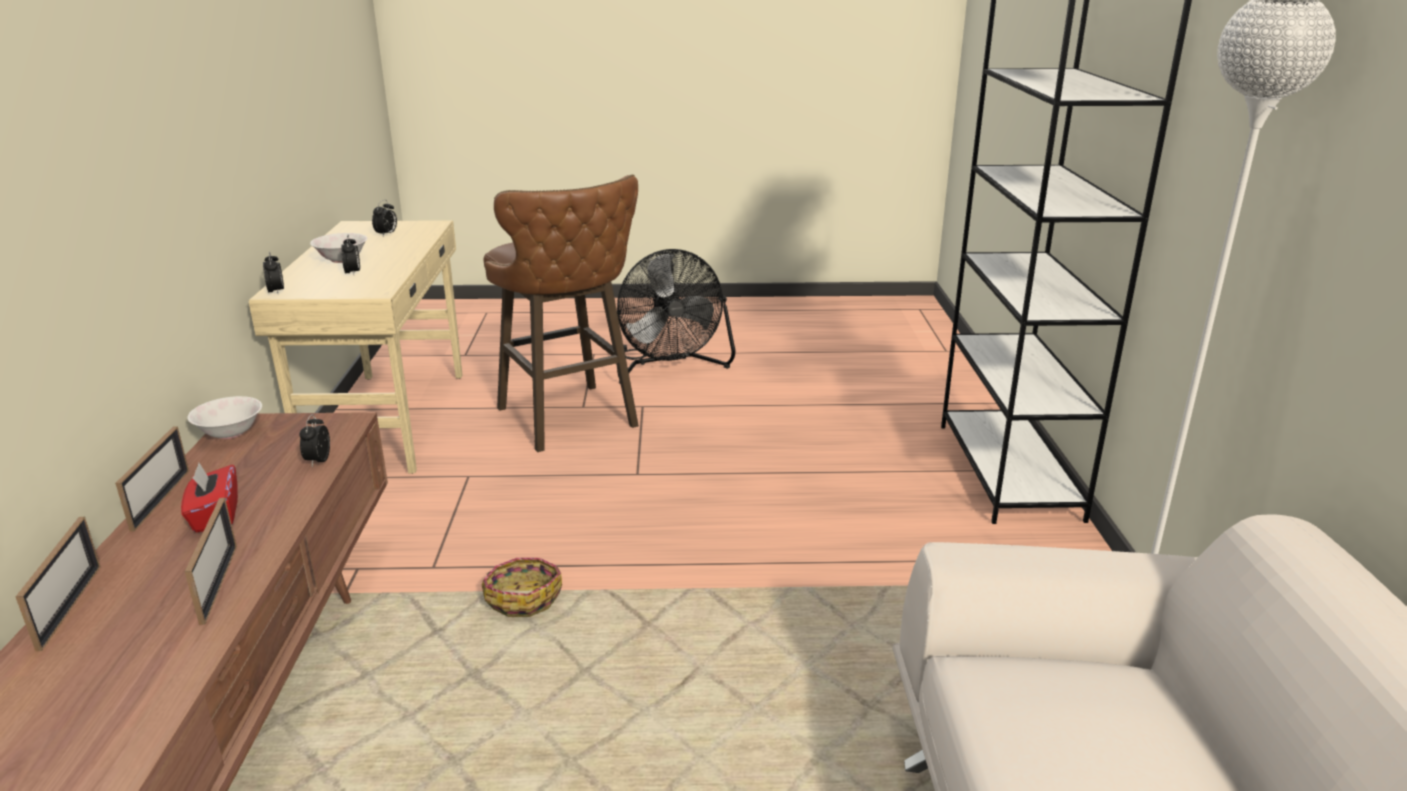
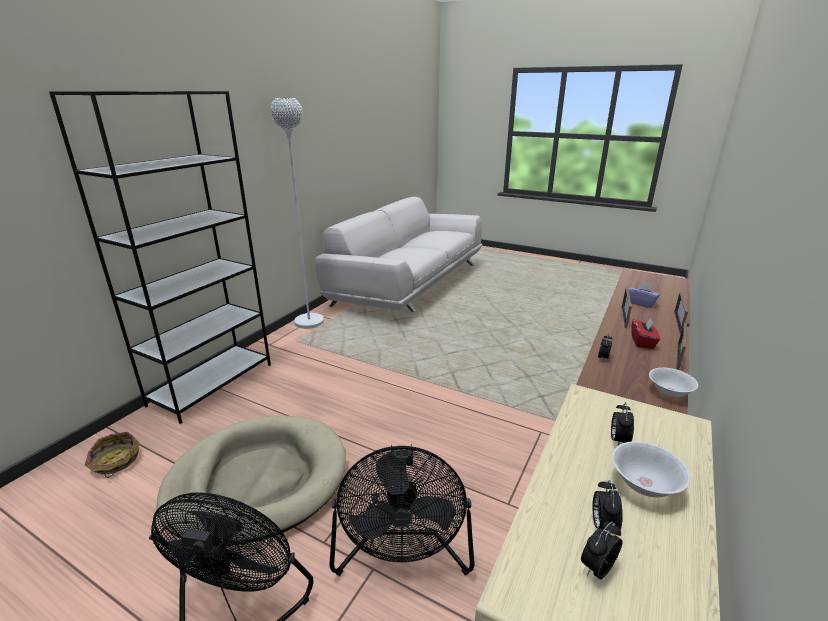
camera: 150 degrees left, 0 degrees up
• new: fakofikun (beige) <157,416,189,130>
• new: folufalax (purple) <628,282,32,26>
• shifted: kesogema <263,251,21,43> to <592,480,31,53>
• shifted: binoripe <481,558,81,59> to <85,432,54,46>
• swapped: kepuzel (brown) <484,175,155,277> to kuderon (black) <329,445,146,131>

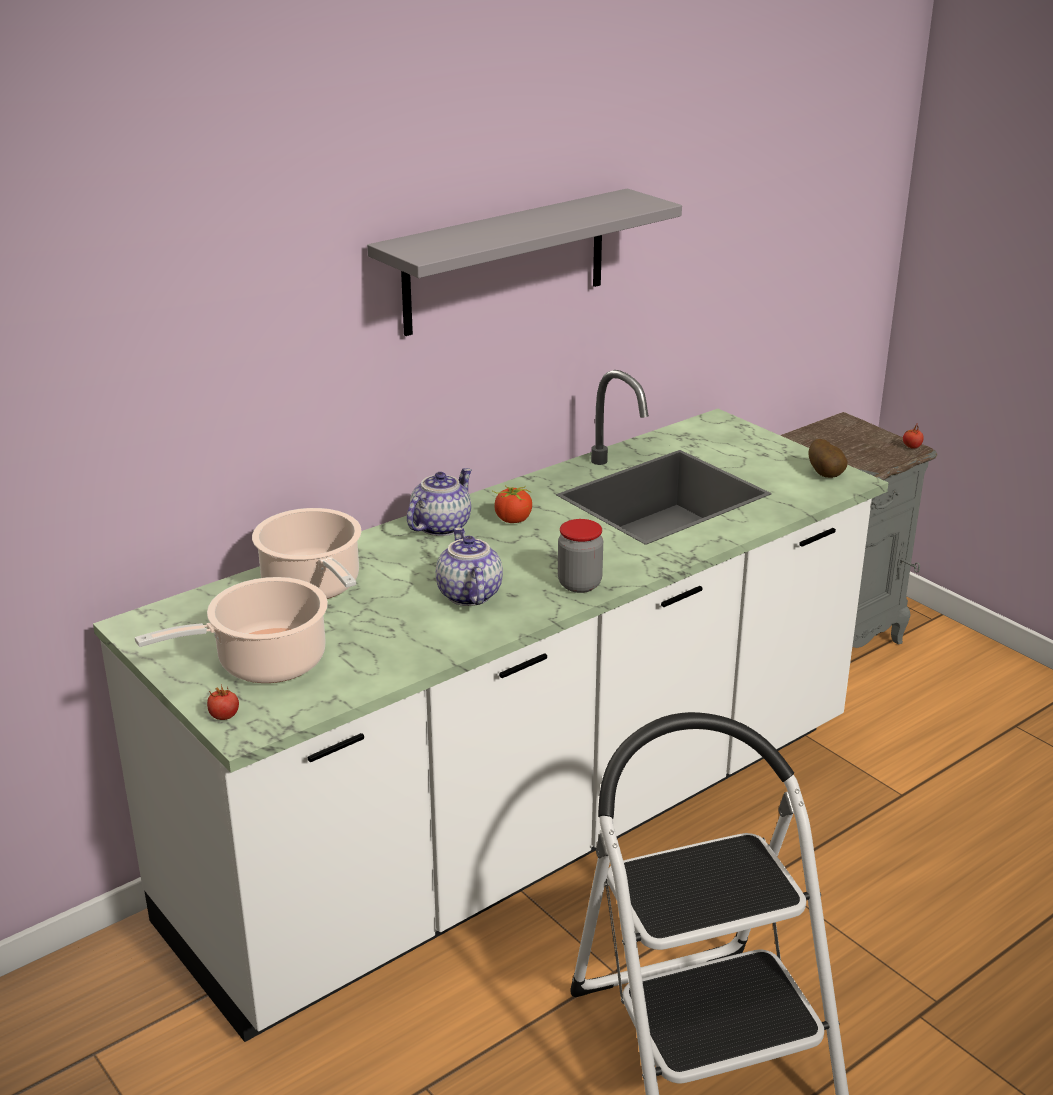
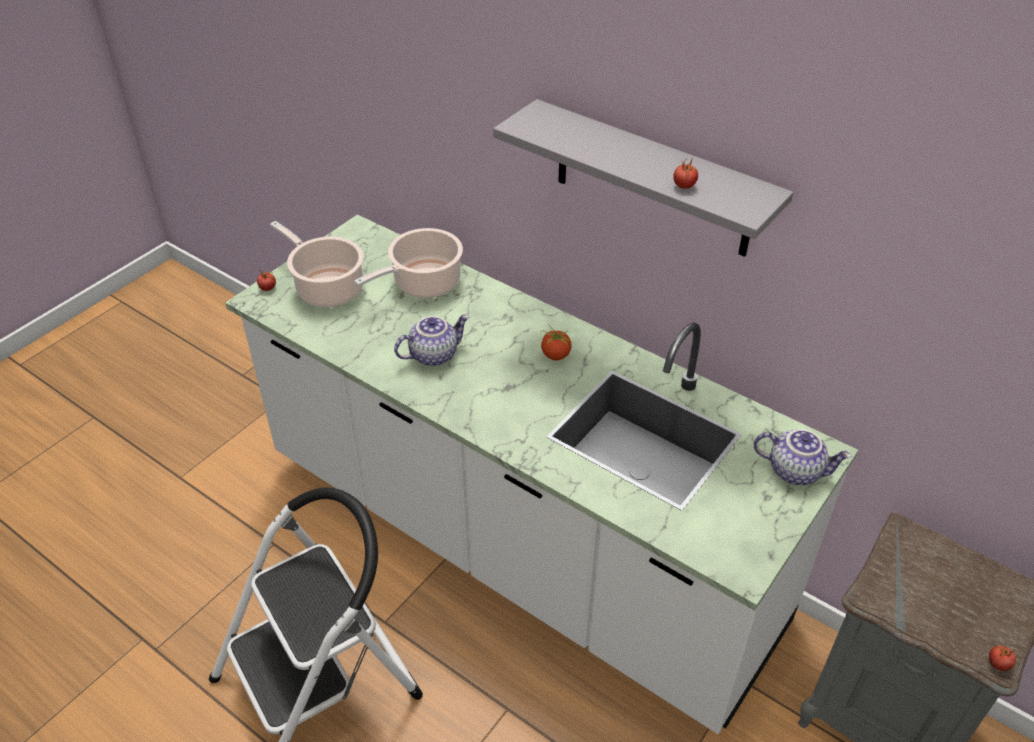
camera: 75 degrees right, 15 degrees up
• gone: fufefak <558,519,45,74>
• gone: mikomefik <809,439,39,39>
• new: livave <673,157,25,32>
• shifted: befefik <407,468,65,68> to <754,429,98,56>

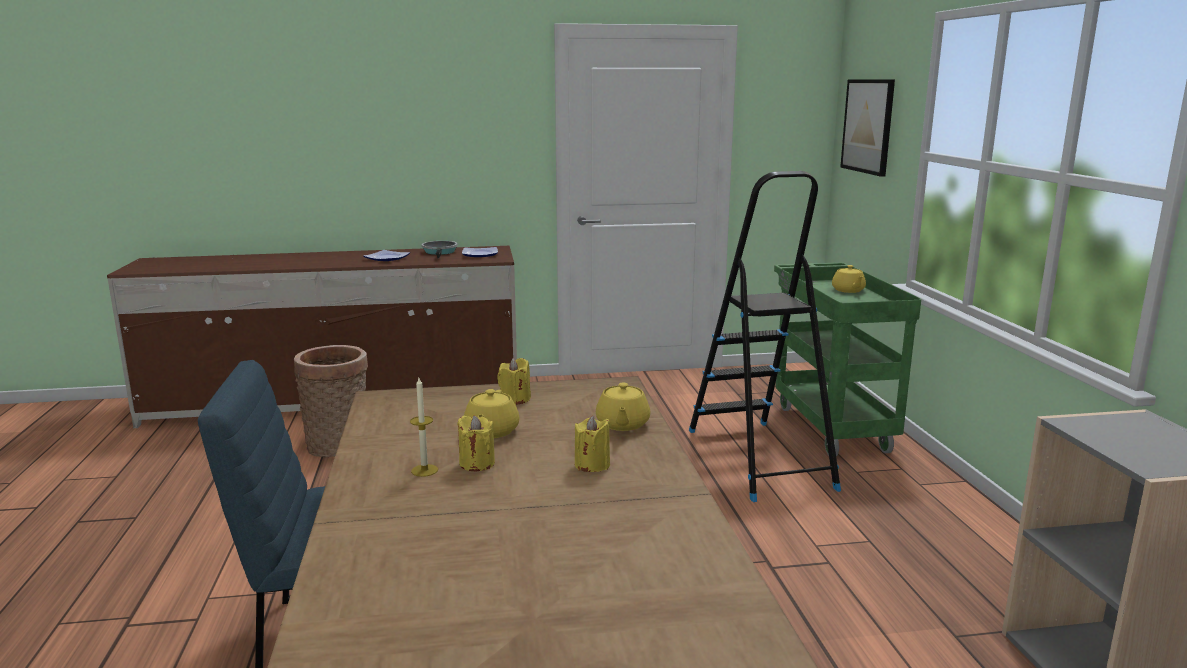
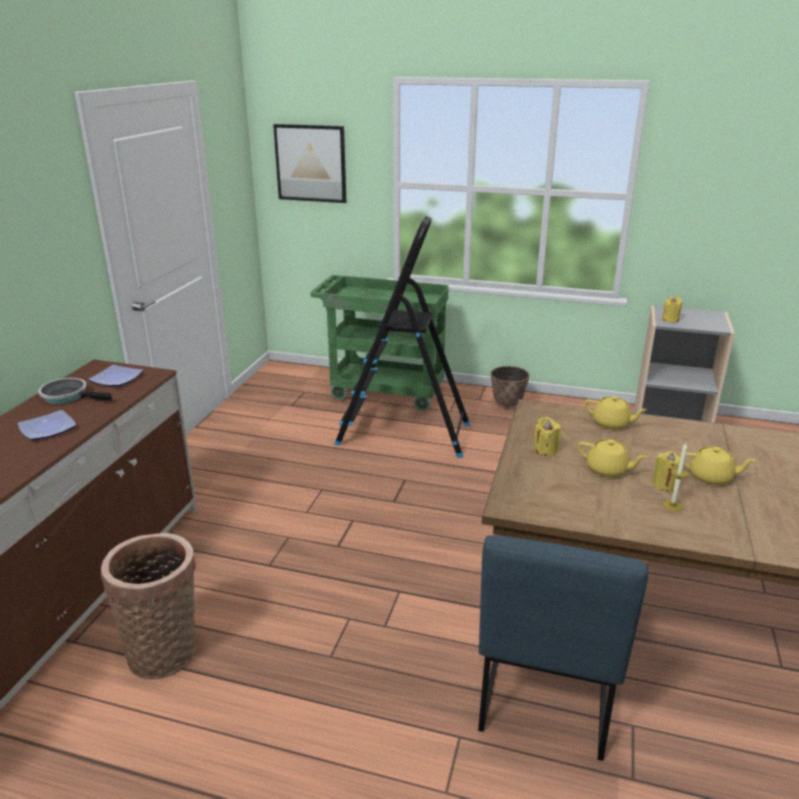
camera: 65 degrees left, 10 degrees up
• new: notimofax <491,366,39,44>
• shifted: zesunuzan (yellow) <575,415,35,57> to <662,296,20,26>
• shifted: befefik (yellow) <832,265,34,28> to <680,446,76,39>

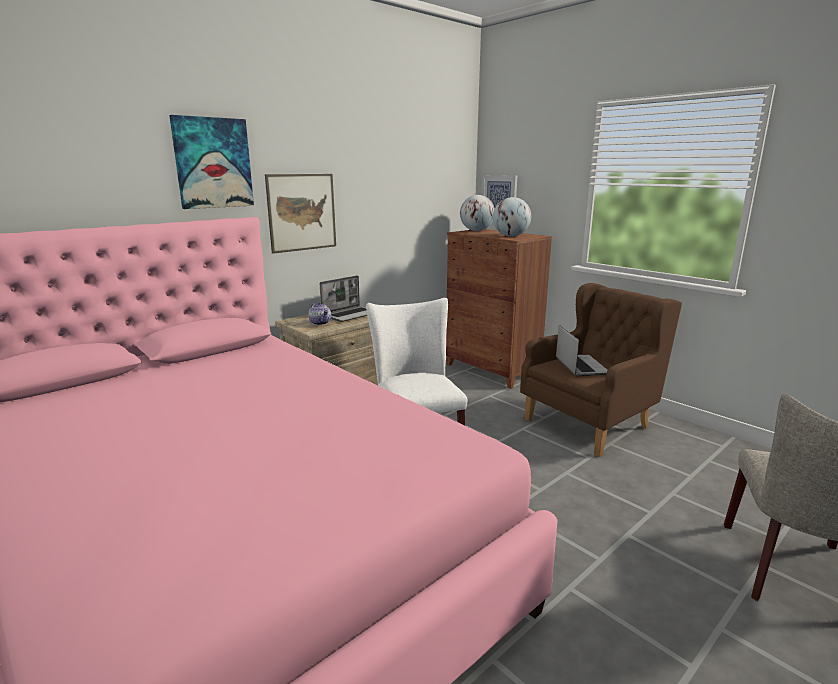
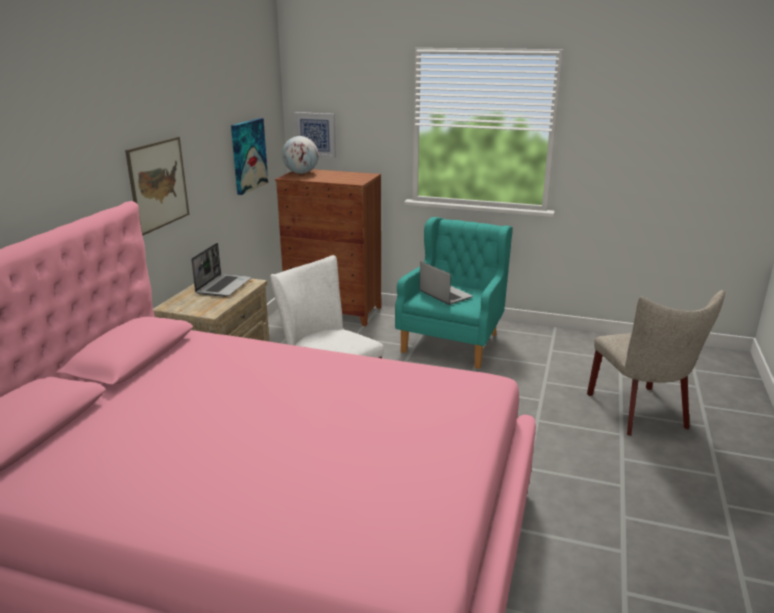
camera: 30 degrees left, 5 degrees up
• gone: befefik <308,302,23,23>
• gone: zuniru <493,197,38,40>
• shifted: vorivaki <169,115,85,94> to <231,118,37,77>
• repainted: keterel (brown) <520,283,162,174> to keterel (turquoise) <395,217,118,152>

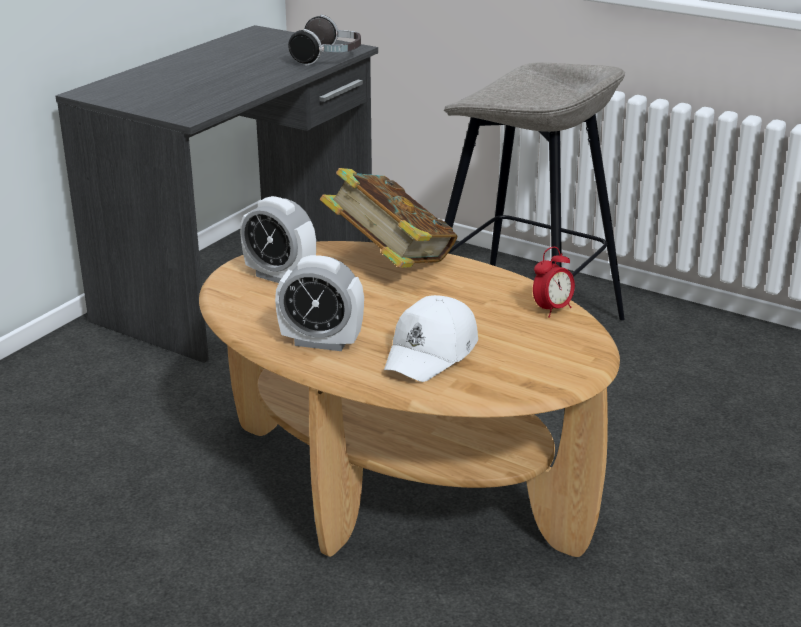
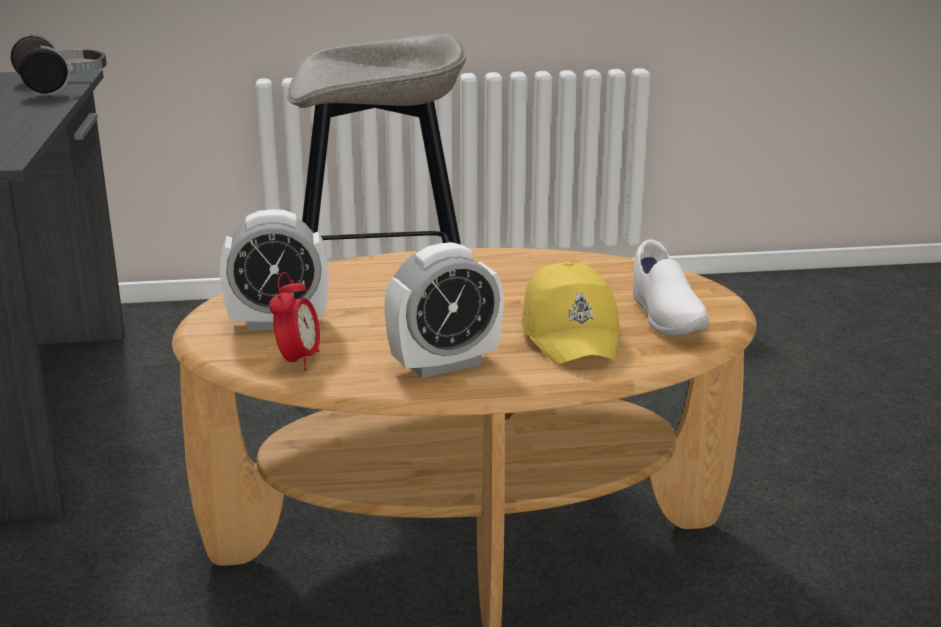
camera: 40 degrees left, 5 degrees down
• gone: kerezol <320,168,137,100>
• new: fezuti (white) <633,239,76,97>
• shifted: kesogema <533,247,42,71> to <269,272,51,99>
• repainted: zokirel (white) <384,295,94,87> to zokirel (yellow) <522,261,98,103>

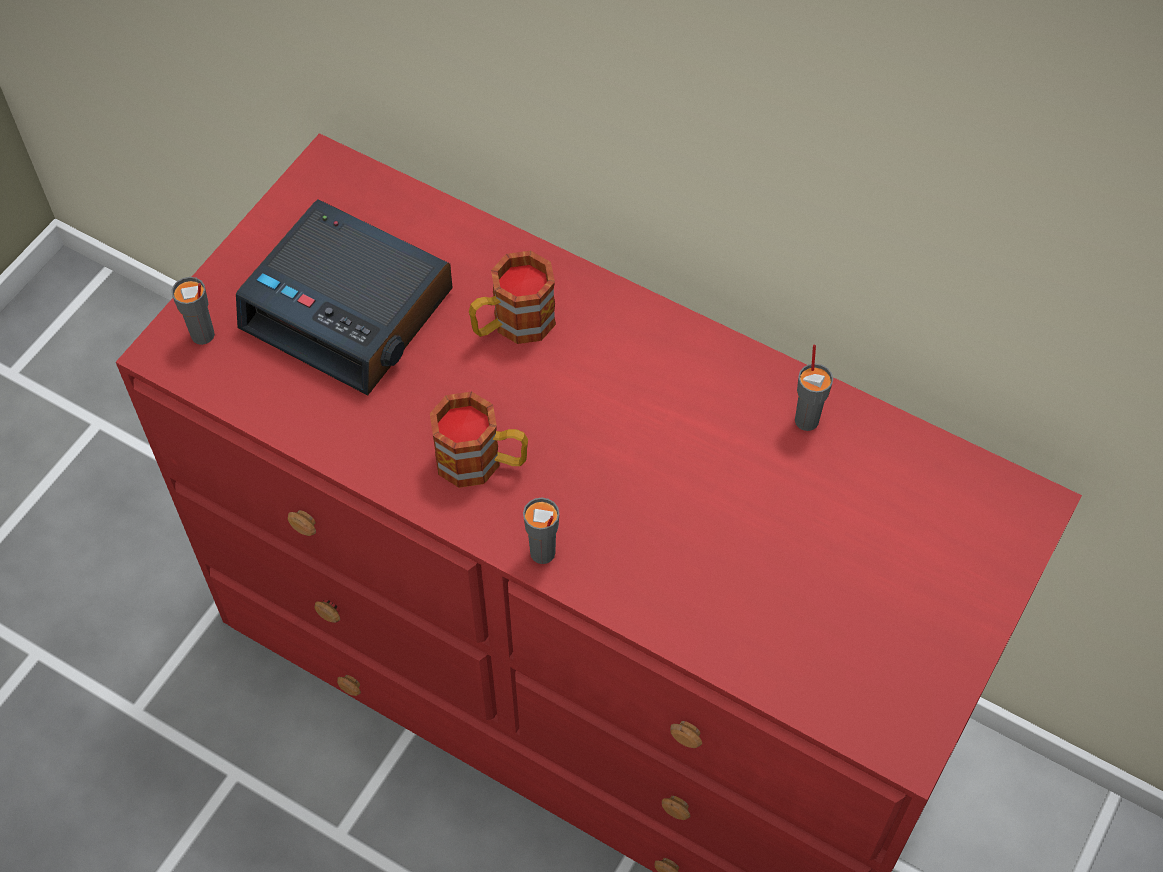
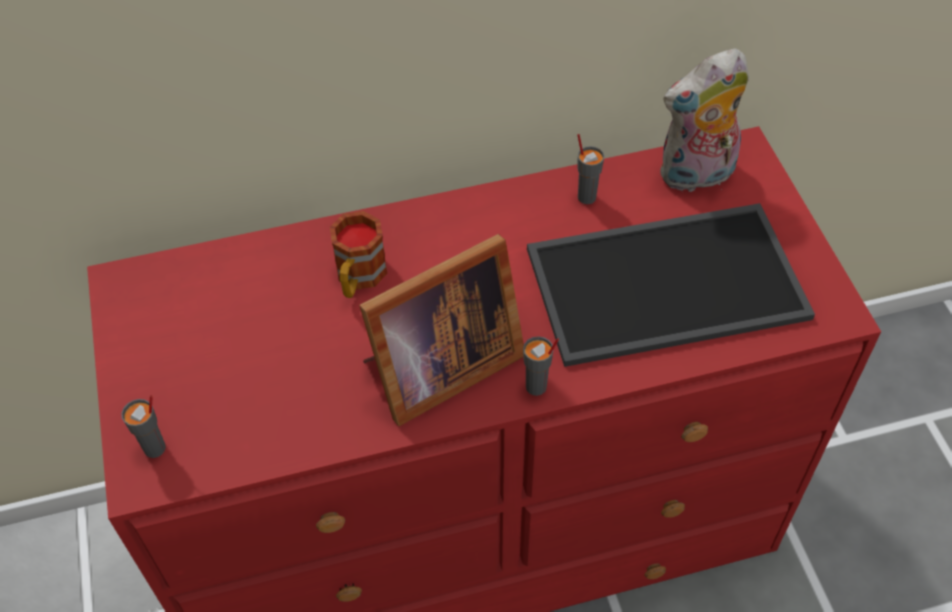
camera: 45 degrees left, 5 degrees down
• gone: kesogema <236,199,217,196>
• new: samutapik <527,203,288,164>
• new: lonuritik <660,48,89,145>
• swapped: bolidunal <430,392,98,96> to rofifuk <359,234,165,192>

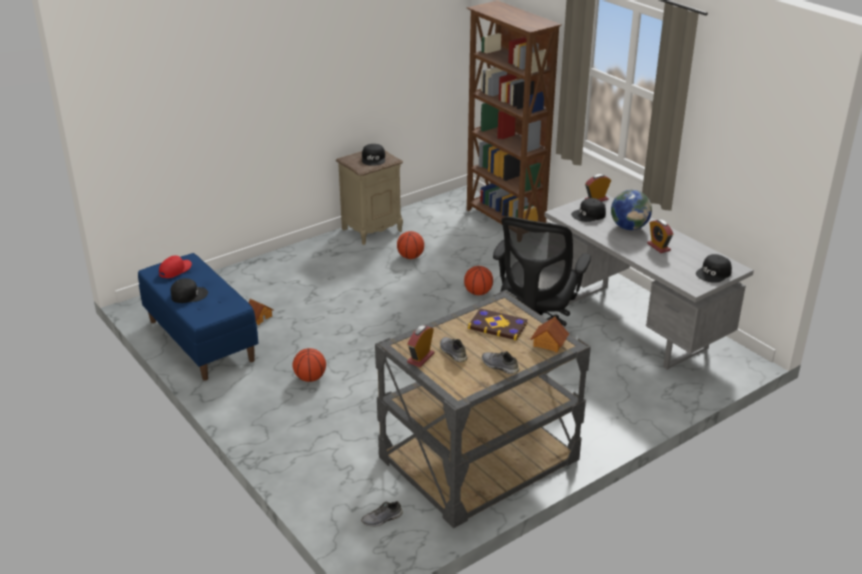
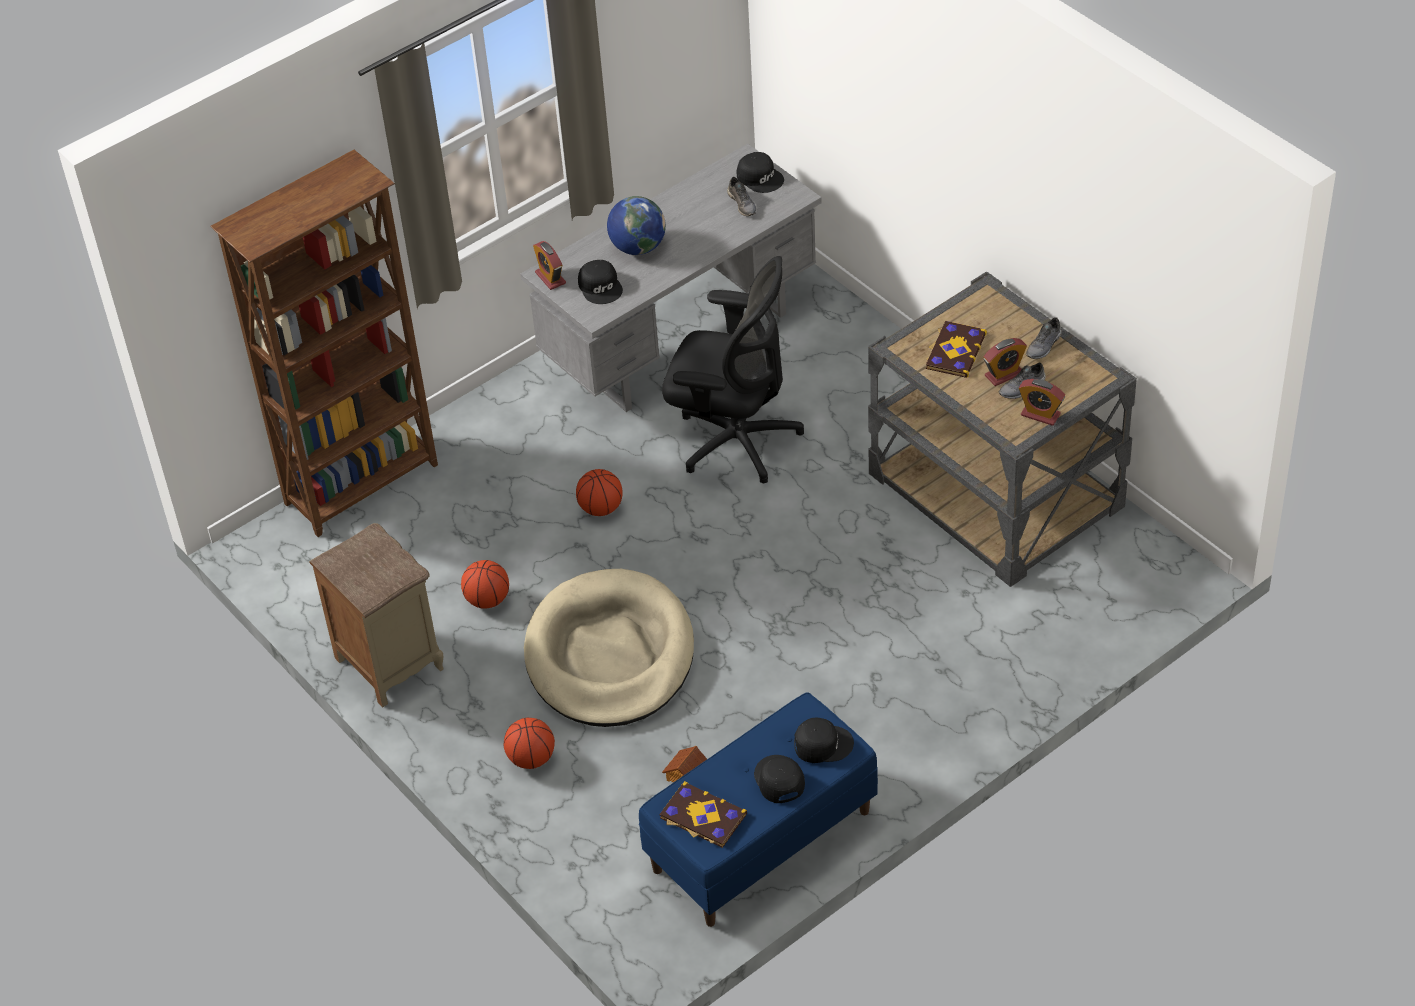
camera: 90 degrees left, 15 degrees up
• gone: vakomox <531,317,38,35>
• new: fakofikun (beige) <524,569,170,158>
• shifted: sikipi <293,348,33,34> to <504,718,51,51>
• shifted: fezuti (grey) <361,501,42,26> to <727,177,29,39>
• shifted: zokirel (black) <362,144,23,22> to <794,718,60,45>
• shifted: kesogema <647,219,26,34> to <984,338,43,48>
• swapped: zokirel (red) <159,255,33,23> to kerezol <659,781,88,67>

